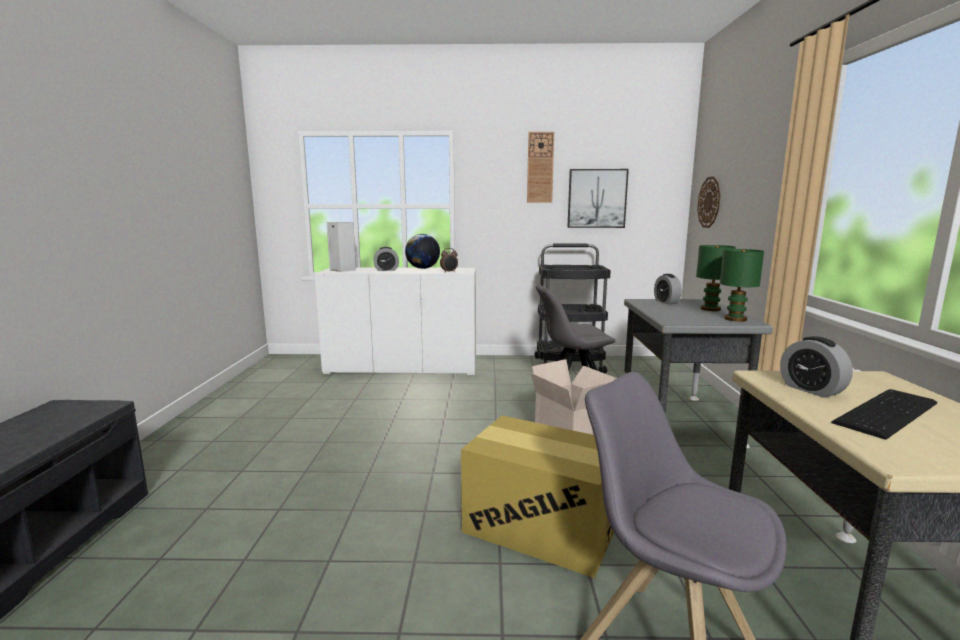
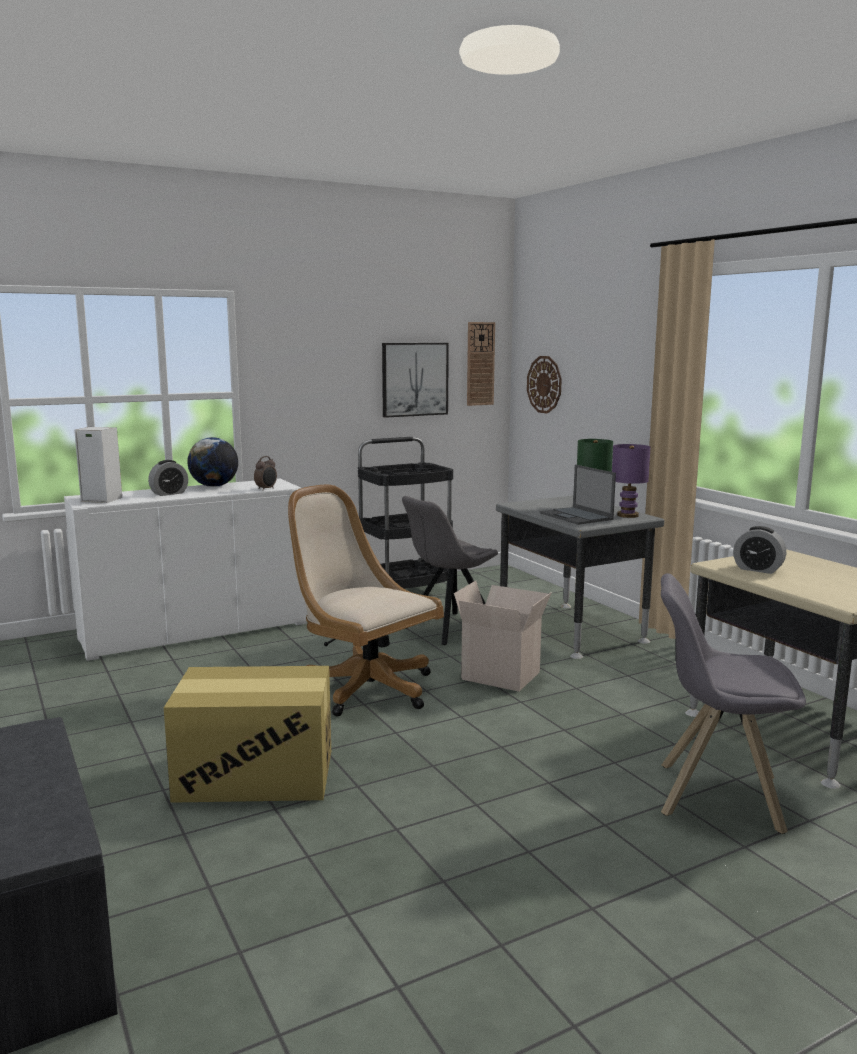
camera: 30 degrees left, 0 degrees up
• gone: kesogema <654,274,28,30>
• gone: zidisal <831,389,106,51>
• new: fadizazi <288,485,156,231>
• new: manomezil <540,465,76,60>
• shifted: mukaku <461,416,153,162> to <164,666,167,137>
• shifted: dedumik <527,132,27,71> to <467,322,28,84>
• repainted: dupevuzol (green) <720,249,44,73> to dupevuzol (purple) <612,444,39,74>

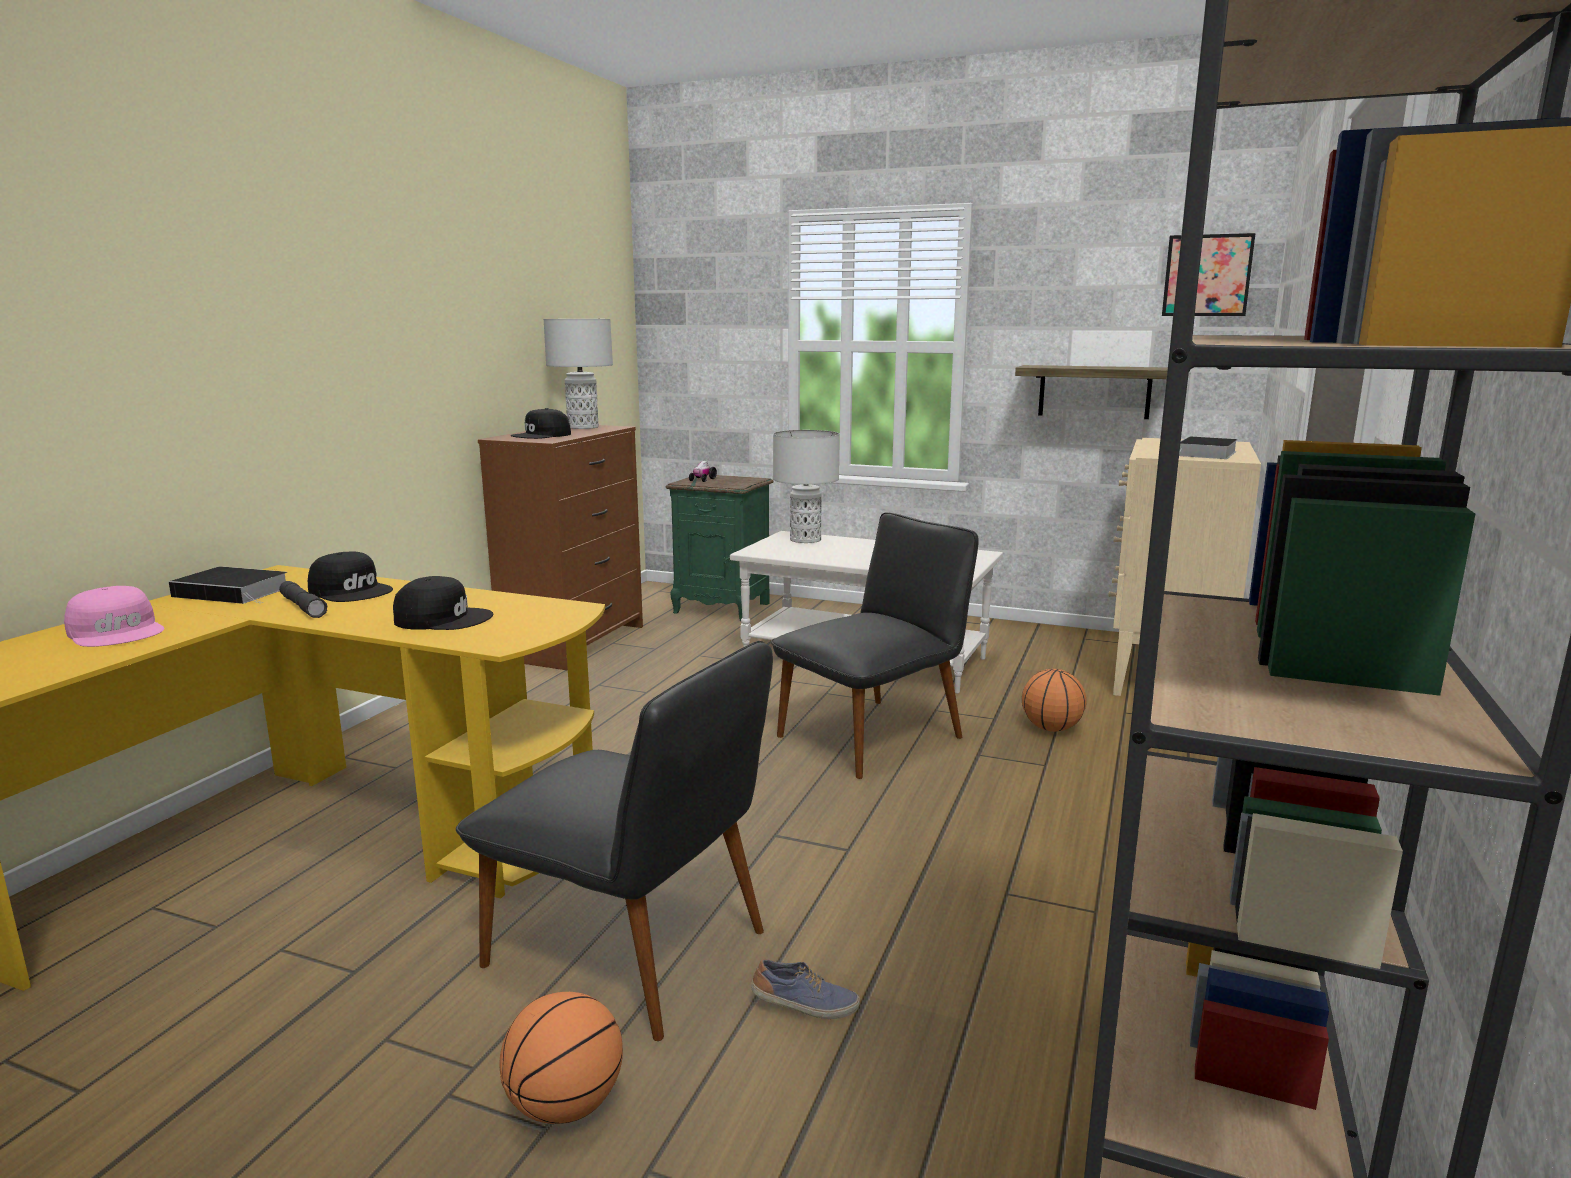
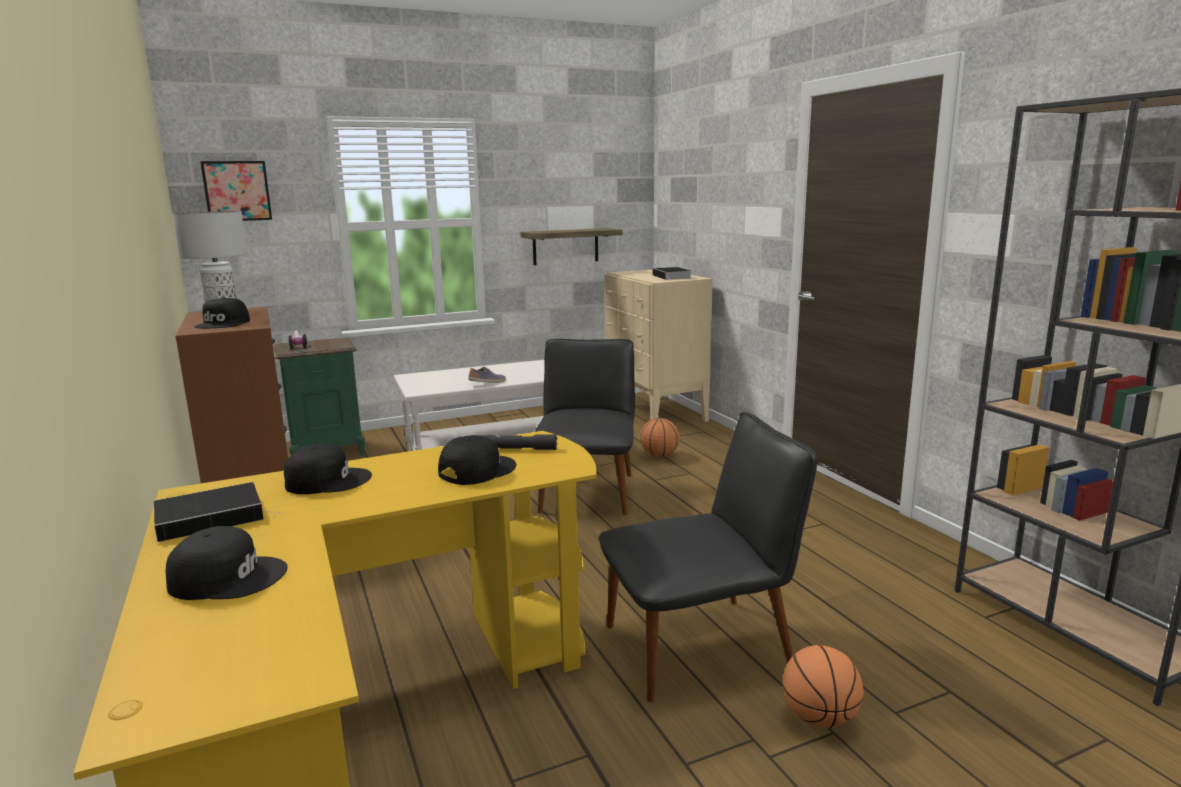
camera: 45 degrees left, 0 degrees up
• gone: dupevuzol (white) <773,430,66,113>
• shifted: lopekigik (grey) <279,581,48,37> to <479,434,78,16>
• shifted: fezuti <751,959,109,60> to <468,367,38,16>
• shifted: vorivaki <1162,233,94,83> to <200,161,72,60>
• repainted: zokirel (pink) <64,586,100,61> to zokirel (black) <166,526,122,74>

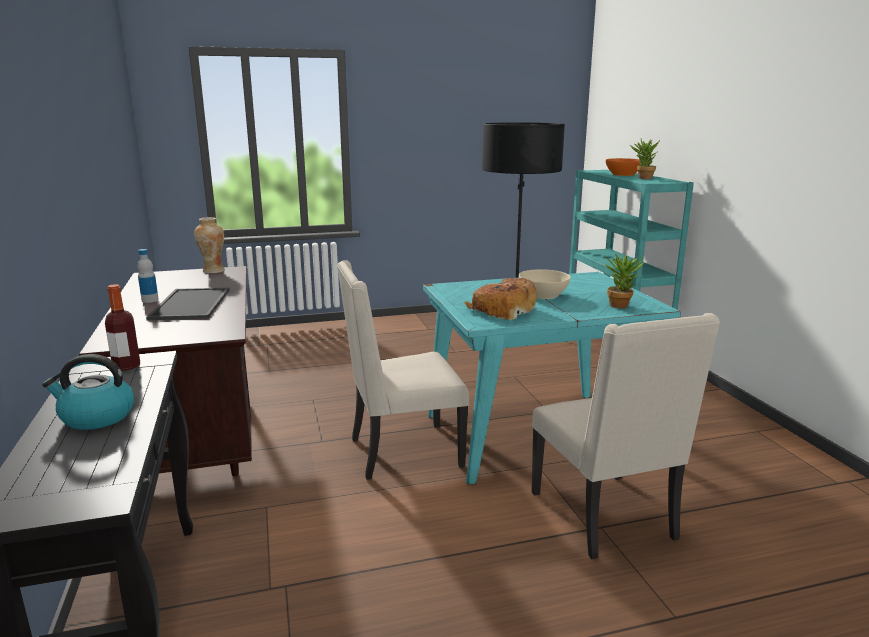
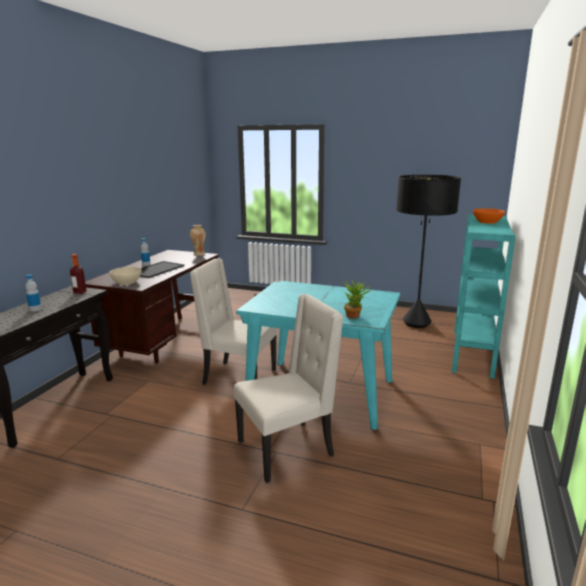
camera: 35 degrees right, 0 degrees up
• gone: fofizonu <464,278,73,42>
• gone: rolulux <630,139,30,40>
• shifted: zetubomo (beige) <519,269,52,30> to <109,267,32,18>
• swapped: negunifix <42,354,93,76> to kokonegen <25,274,17,38>
• rotated: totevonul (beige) <532,313,188,246> = <234,294,109,189> 135 degrees counterclockwise

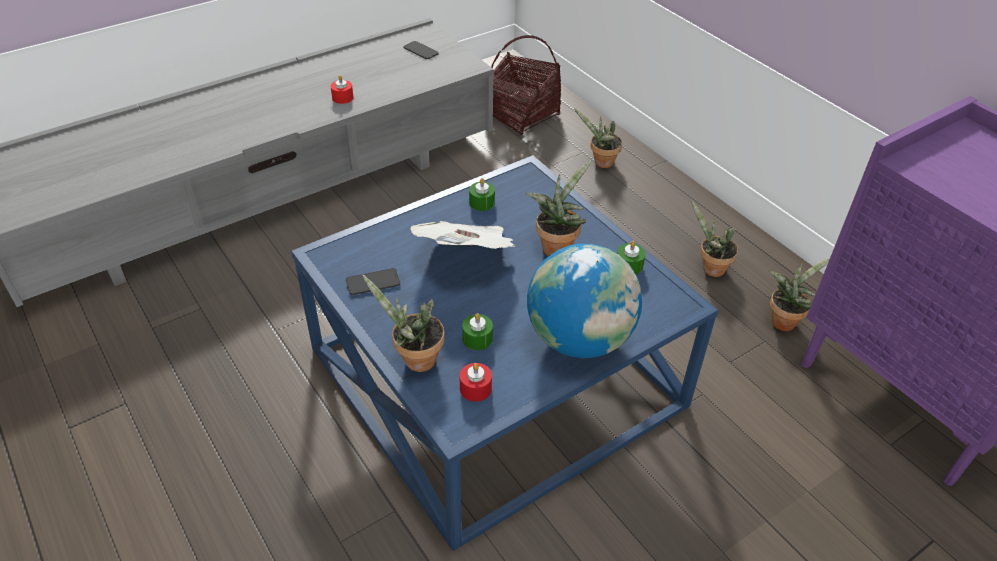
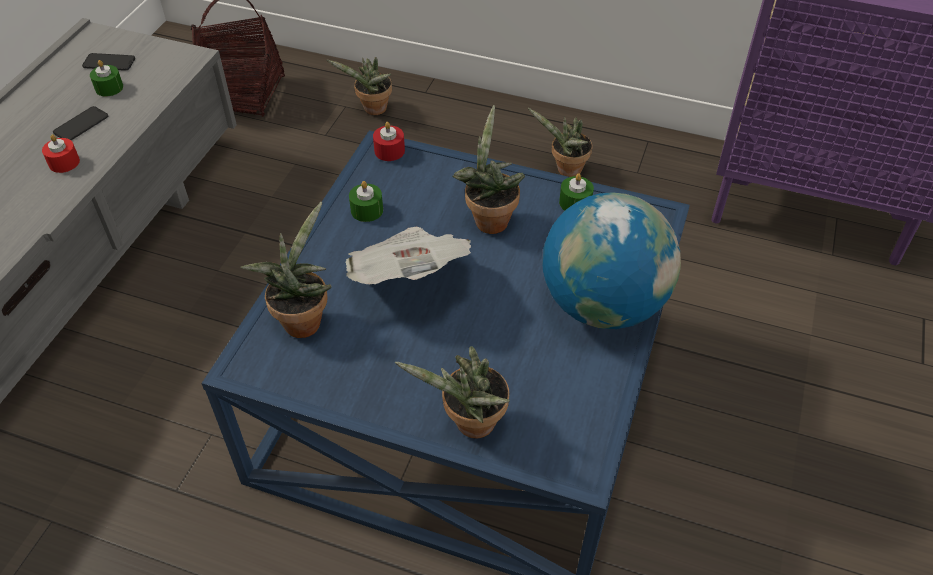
camera: 35 degrees left, 5 degrees up
• shifted: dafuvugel <346,268,54,27> to <53,106,55,34>
• shifted: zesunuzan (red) <460,363,32,39> to <373,122,32,39>
• shifted: zesunuzan (green) <462,313,31,37> to <90,60,33,36>
• shifted: rolulux <769,258,61,73> to <240,202,91,136>

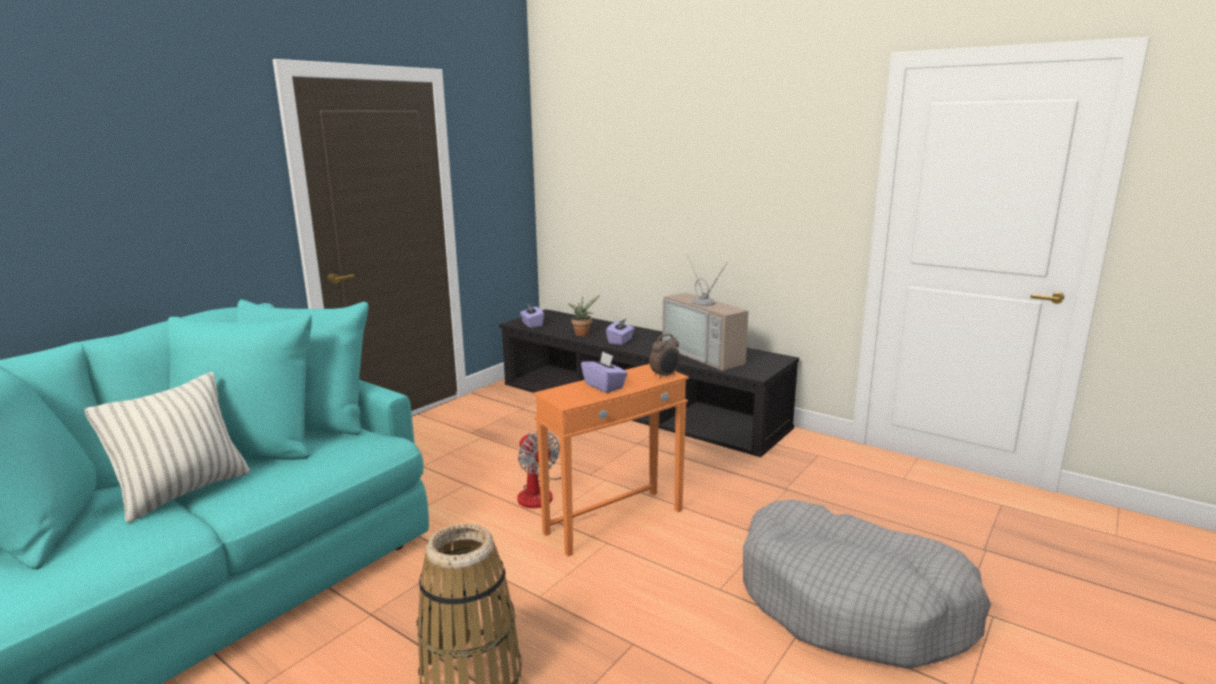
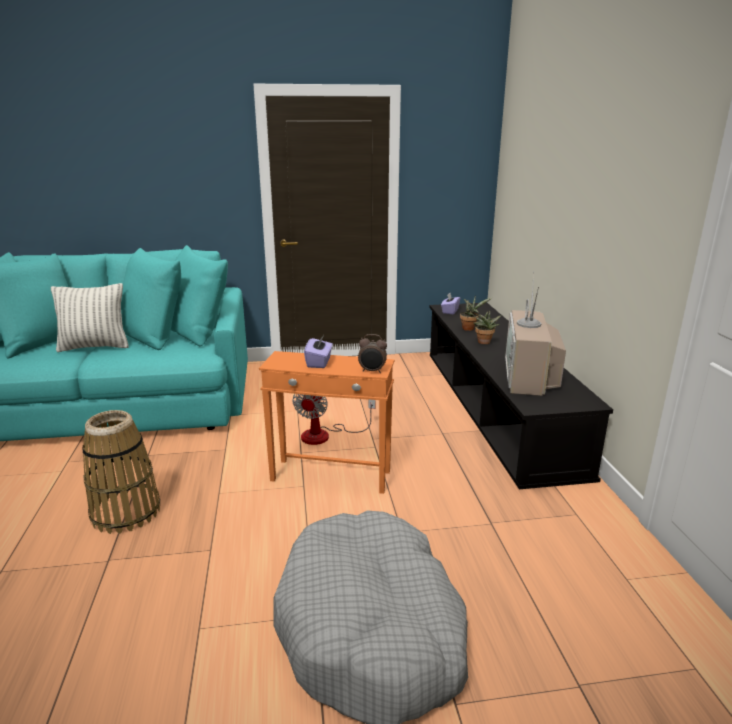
camera: 45 degrees right, 5 degrees up
• swapped: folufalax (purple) <606,319,28,26> to rolulux <474,310,28,34>

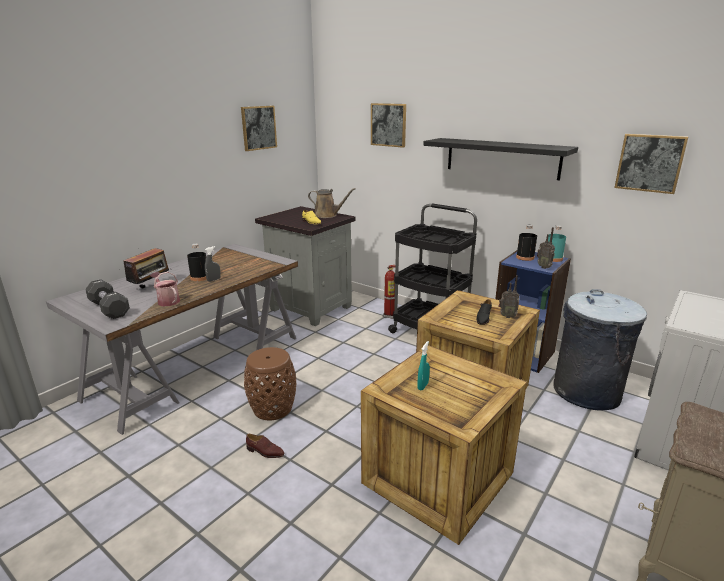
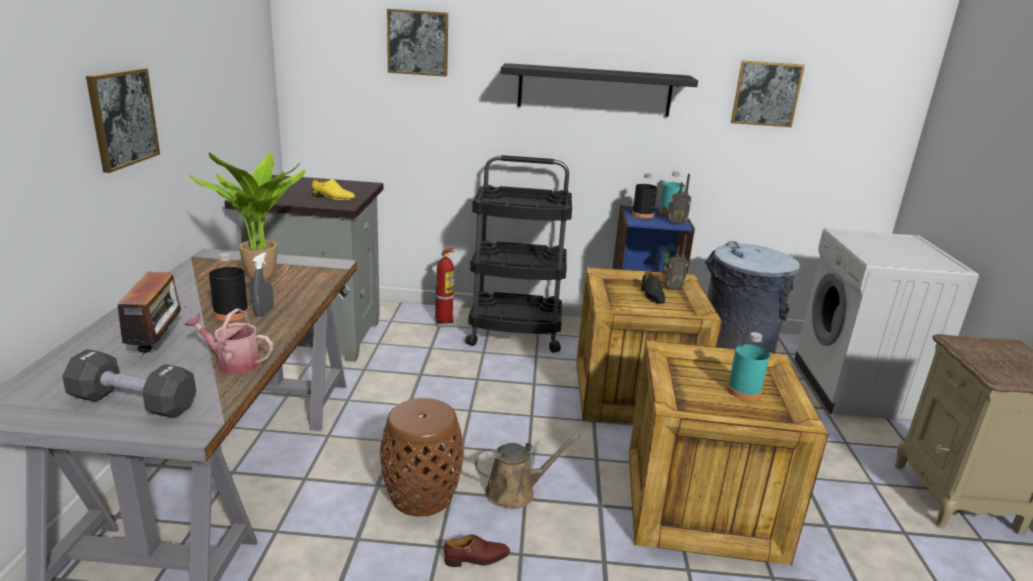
camera: 35 degrees left, 0 degrees up
• gone: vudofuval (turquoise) <417,341,13,49>
• new: rolulux <188,152,117,128>
• new: kokonegen (turquoise) <727,332,43,69>
• shifted: vorivaki <241,106,36,45> to <86,68,74,105>
• shifted: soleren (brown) <308,188,48,30> to <475,434,105,75>

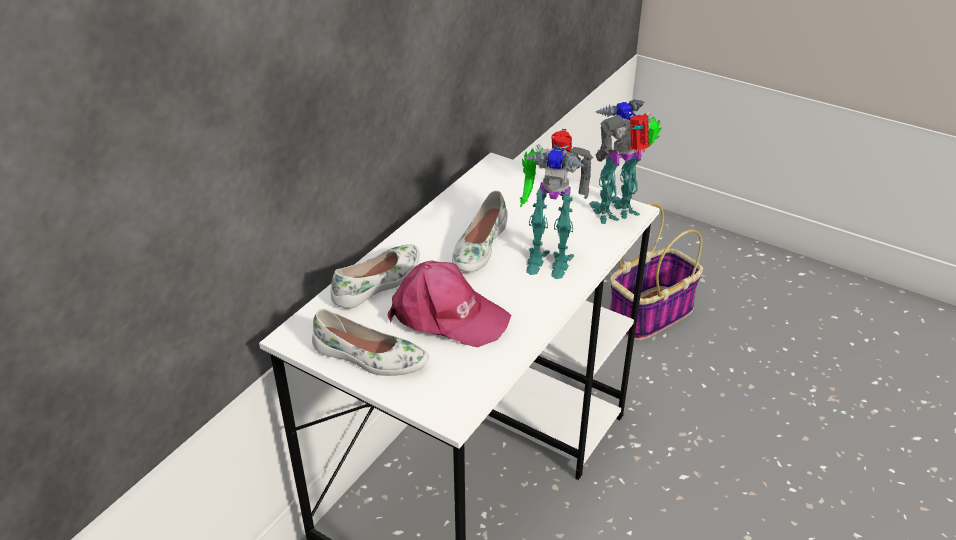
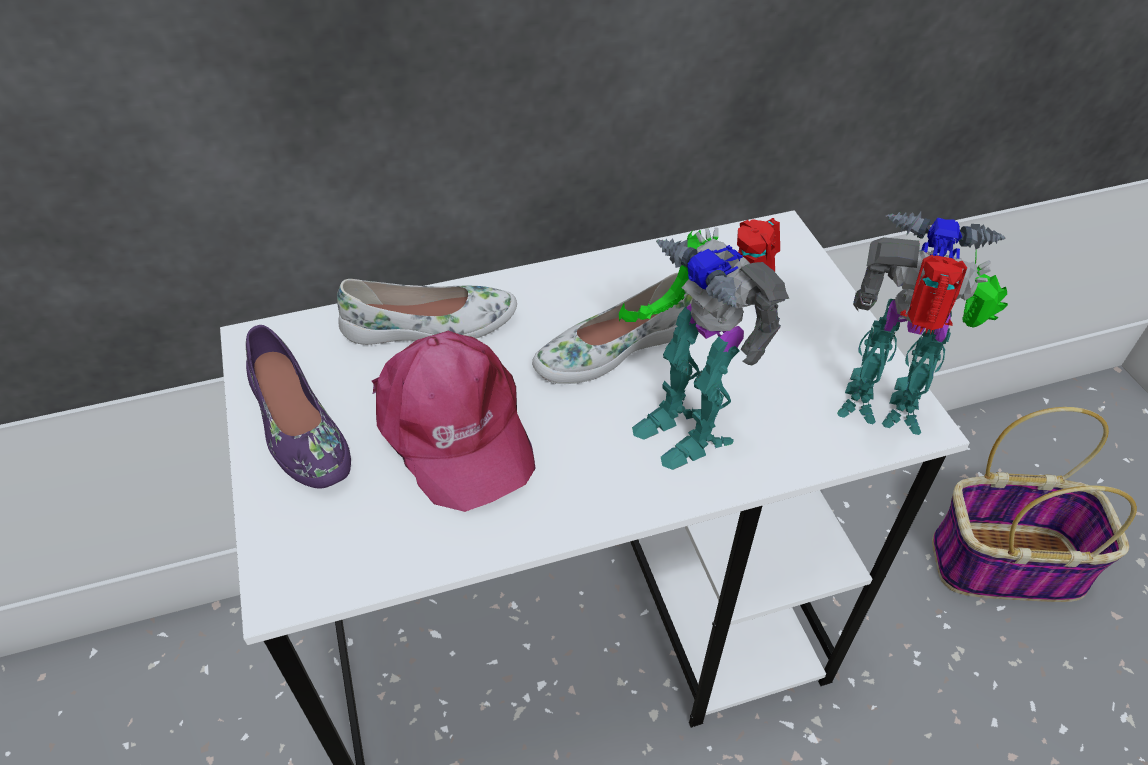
camera: 40 degrees right, 10 degrees up
• repainted: fezuti (white) <312,309,117,67> to fezuti (purple) <246,325,105,163>

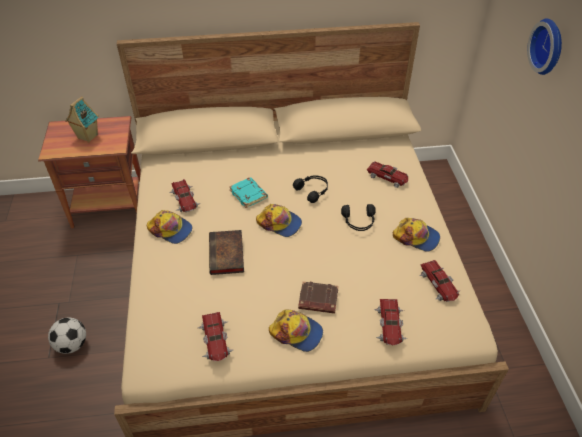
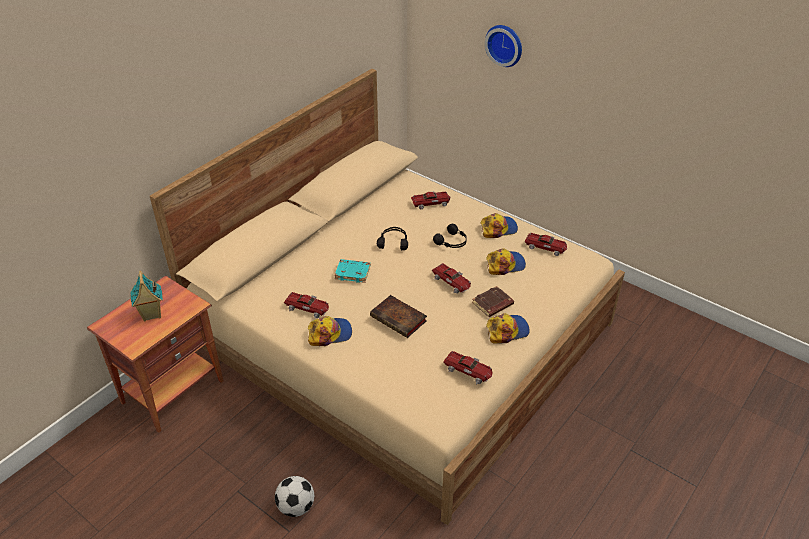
camera: 45 degrees left, 5 degrees down
• shifted: zokirel <256,204,46,33> to <486,248,40,27>
• shifted: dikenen <374,299,34,46> to <432,263,39,30>

